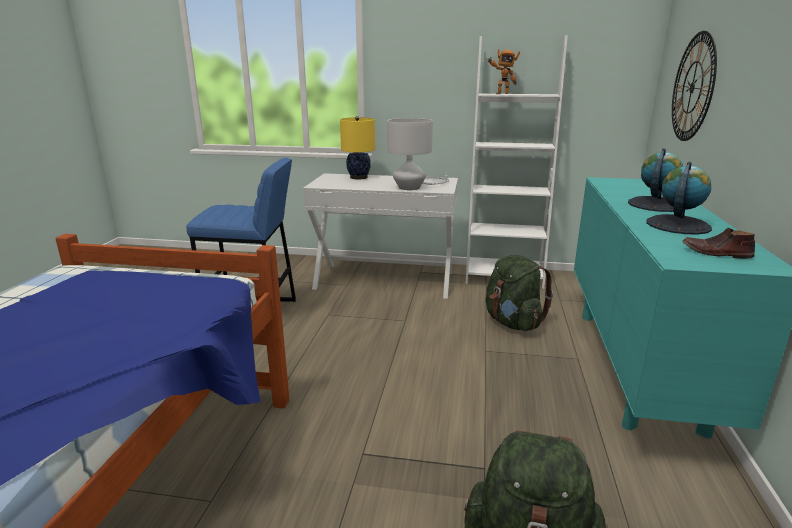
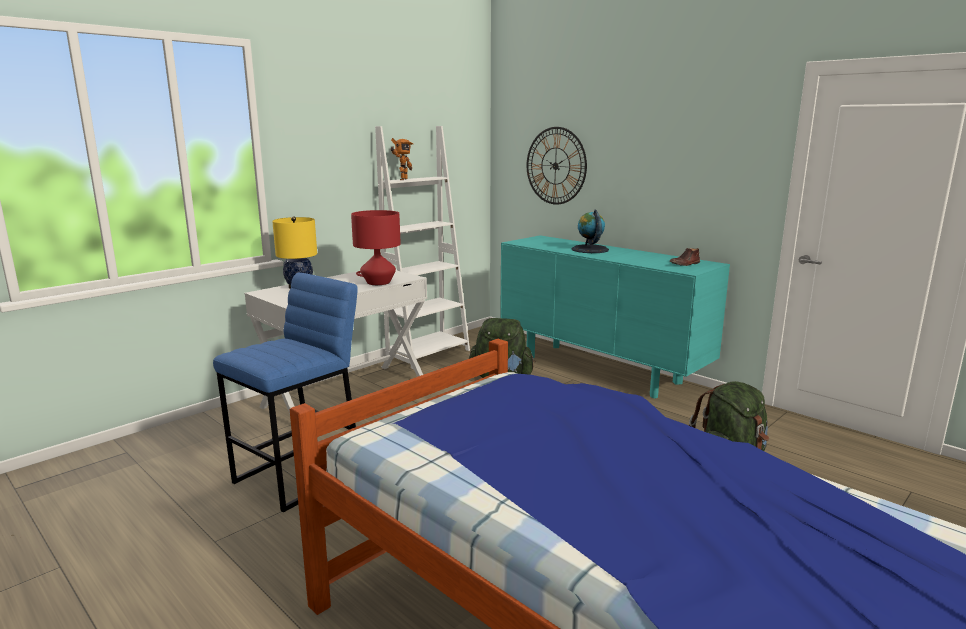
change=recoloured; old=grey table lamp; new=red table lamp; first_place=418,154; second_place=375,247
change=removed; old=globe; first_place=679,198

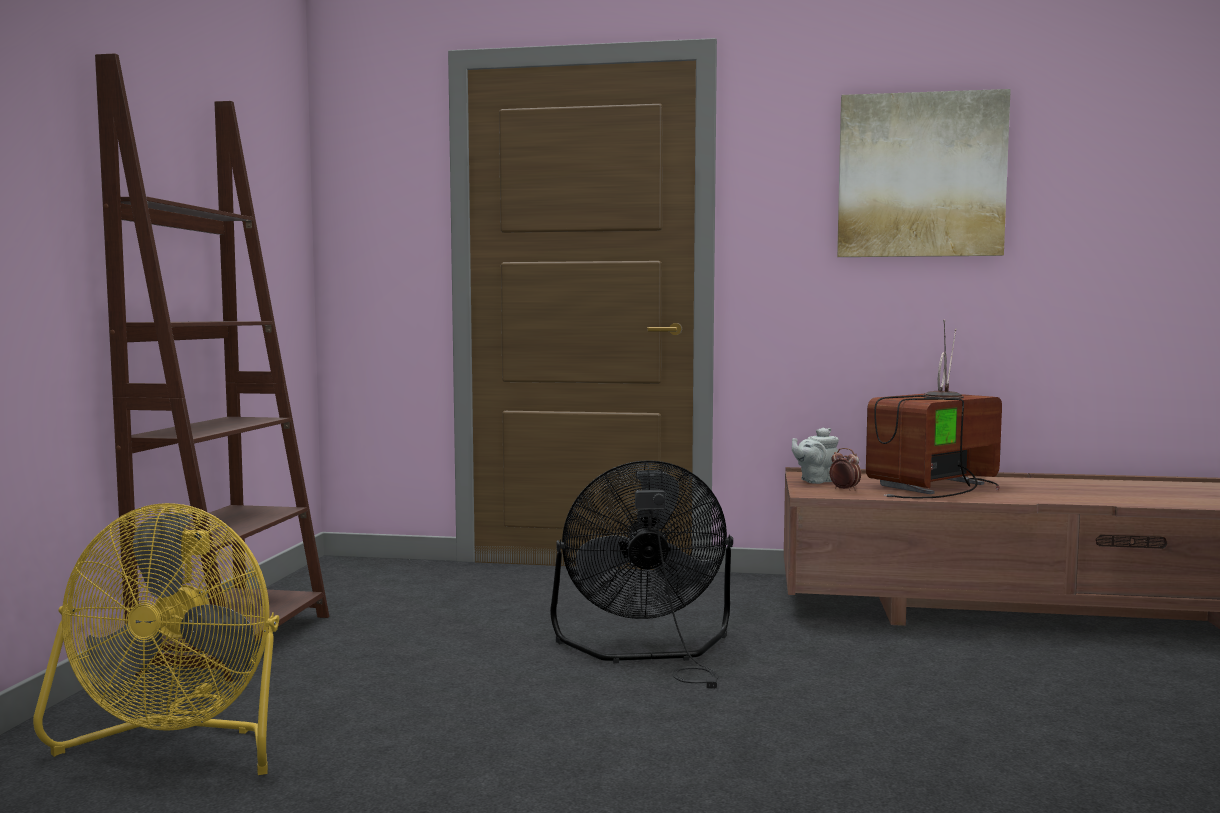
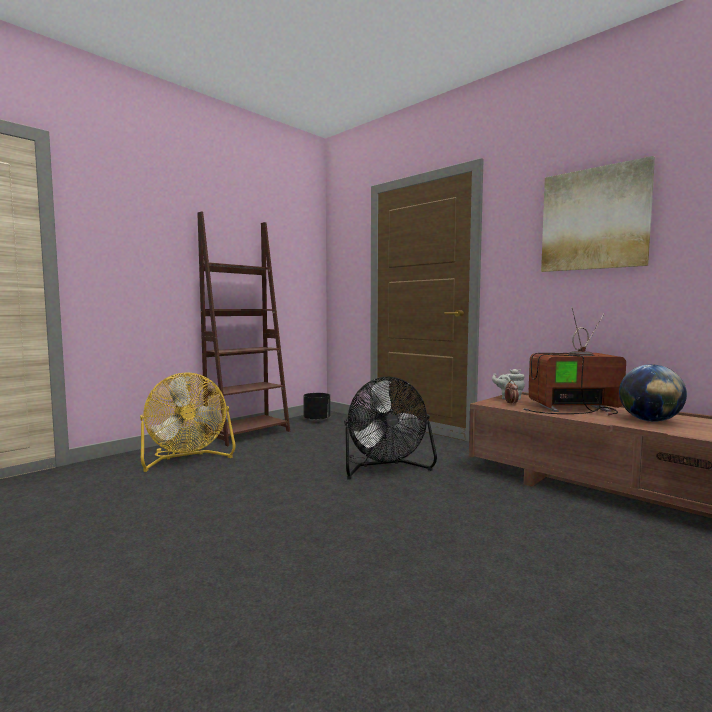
change=turned; old=yellow fan; first_place=156,639; second_place=187,422; degrees=-75
change=turned; old=black fan; first_place=641,574; second_place=390,428; degrees=135
change=added; new=black planter; second_place=316,407
change=added; new=globe; second_place=653,393

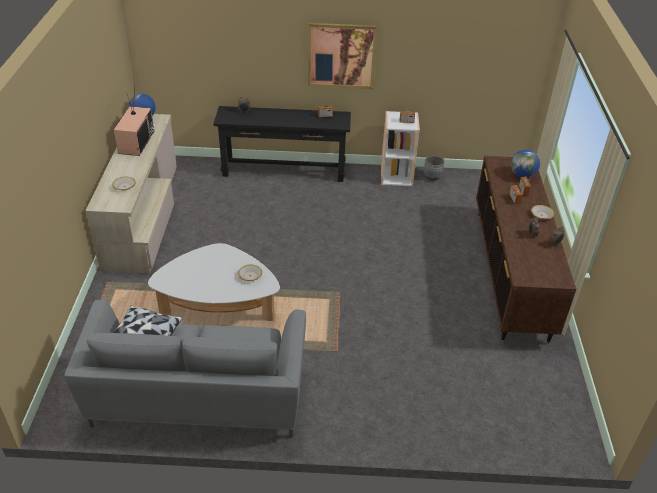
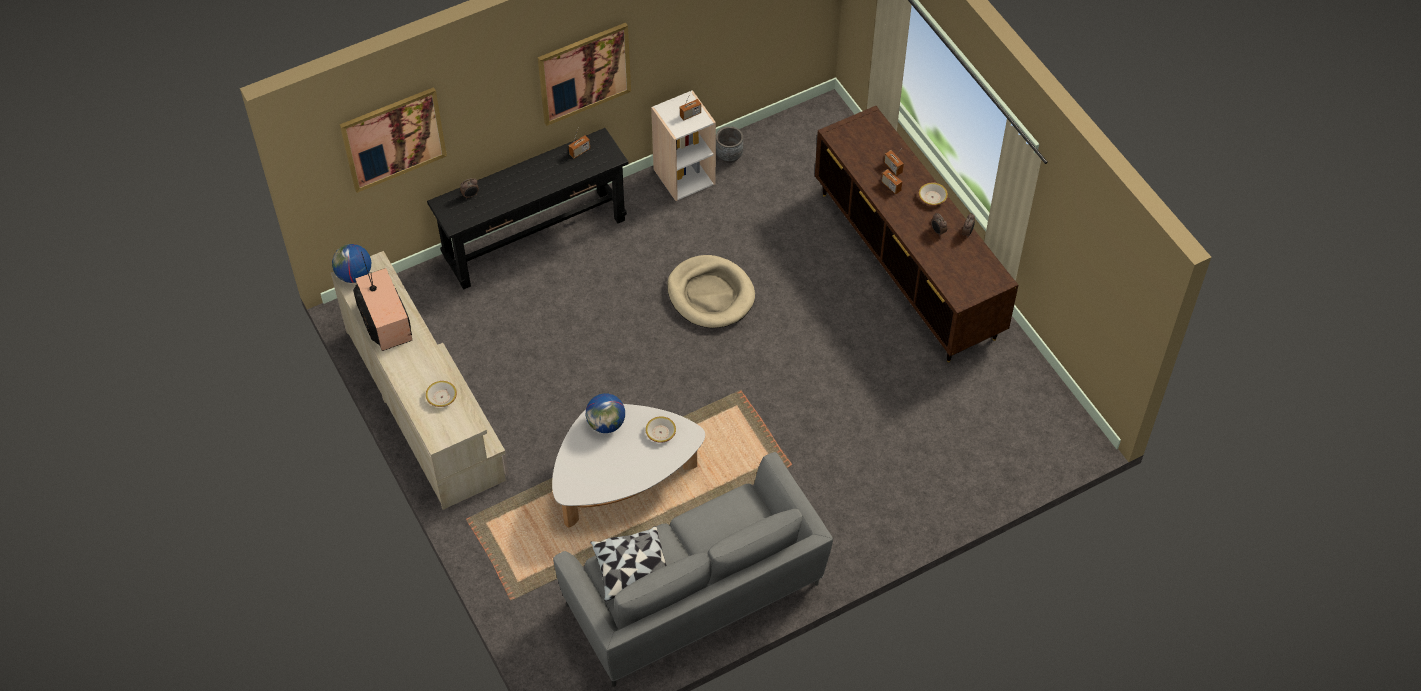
change=moved; old=globe; first_place=525,164; second_place=605,413
change=added; new=picture; second_place=393,140
change=added; new=beige dog bed; second_place=711,291

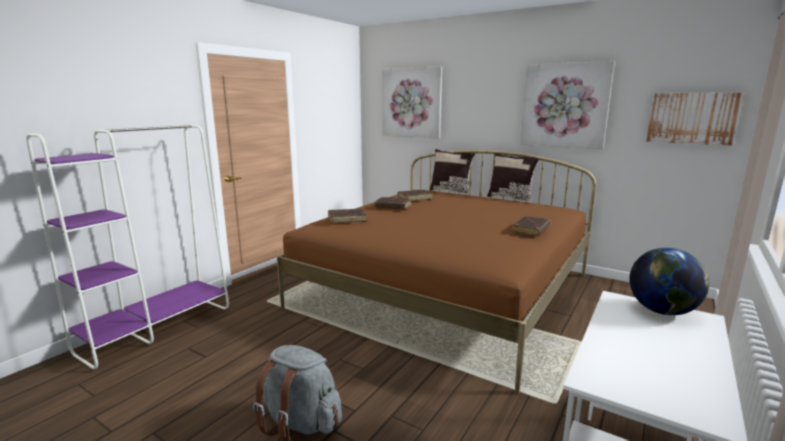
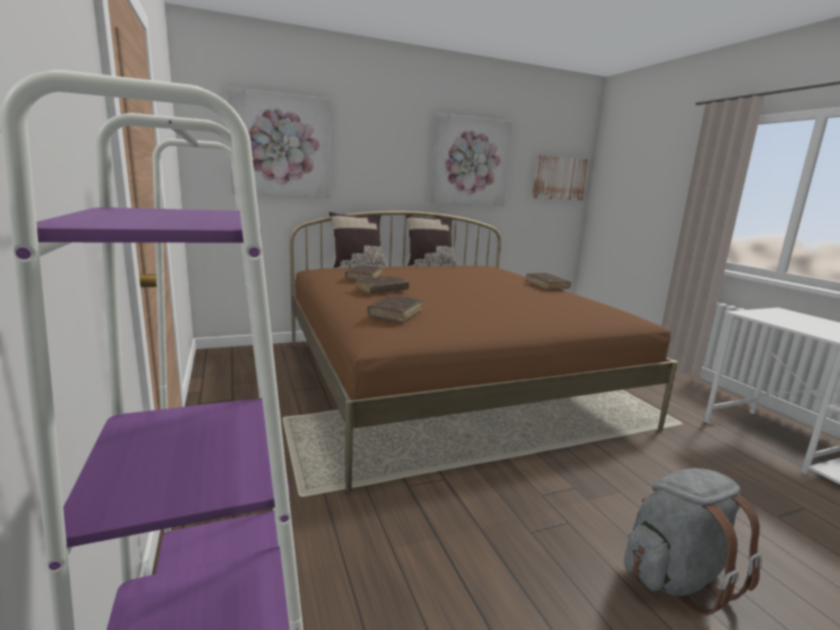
change=removed; old=globe; first_place=669,281

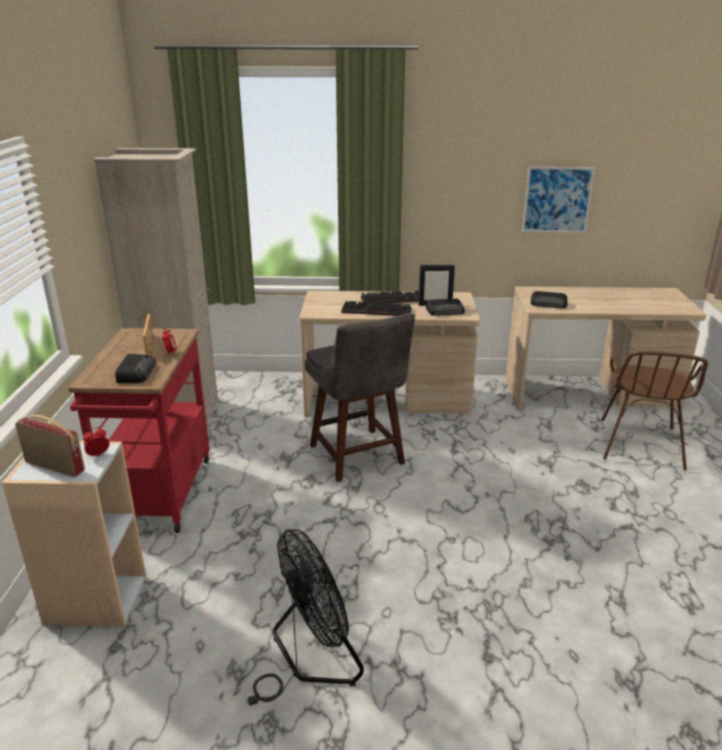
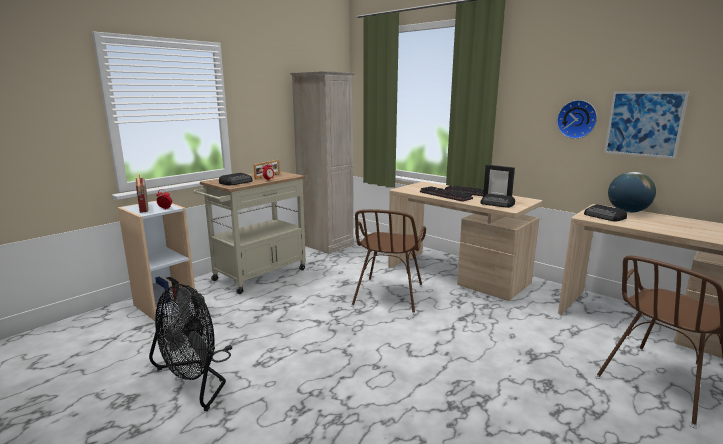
change=recoloured; old=red cart; new=beige cart; first_place=139,430; second_place=250,232
change=turned; old=black fan; first_place=304,617; second_place=190,347; degrees=120
change=replaced; old=grey stool; new=brown chair; first_place=360,397; second_place=388,262
change=added; new=wall clock; second_place=577,119
change=added; new=globe; second_place=632,192

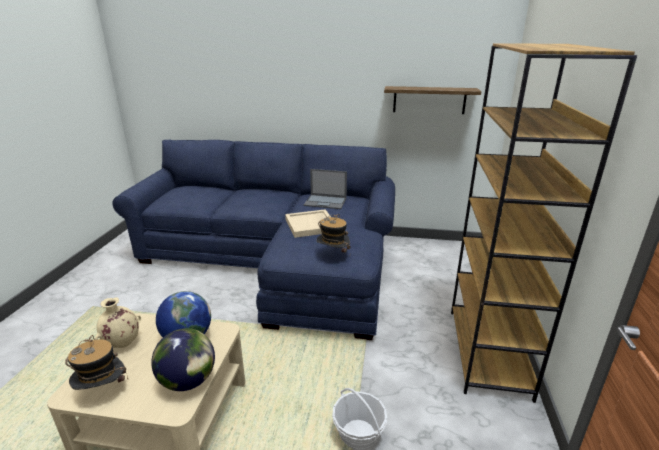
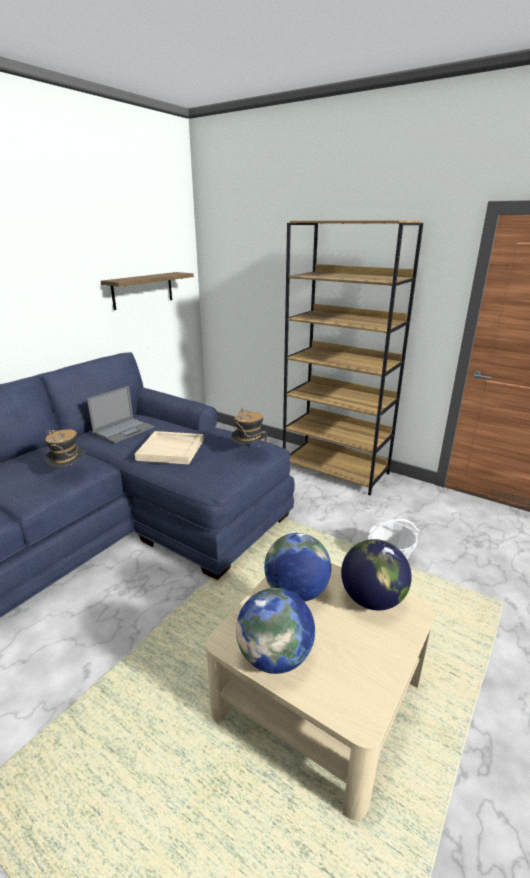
change=moved; old=hat; first_place=96,362; second_place=65,448
change=replaced; old=beige vase; new=globe; first_place=118,323; second_place=275,631

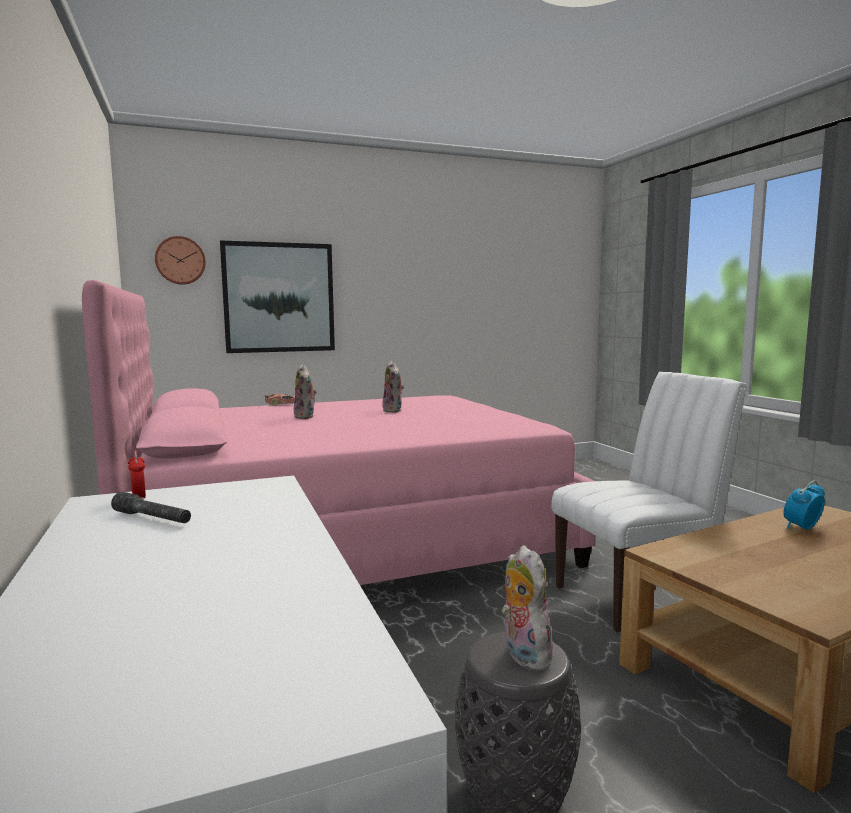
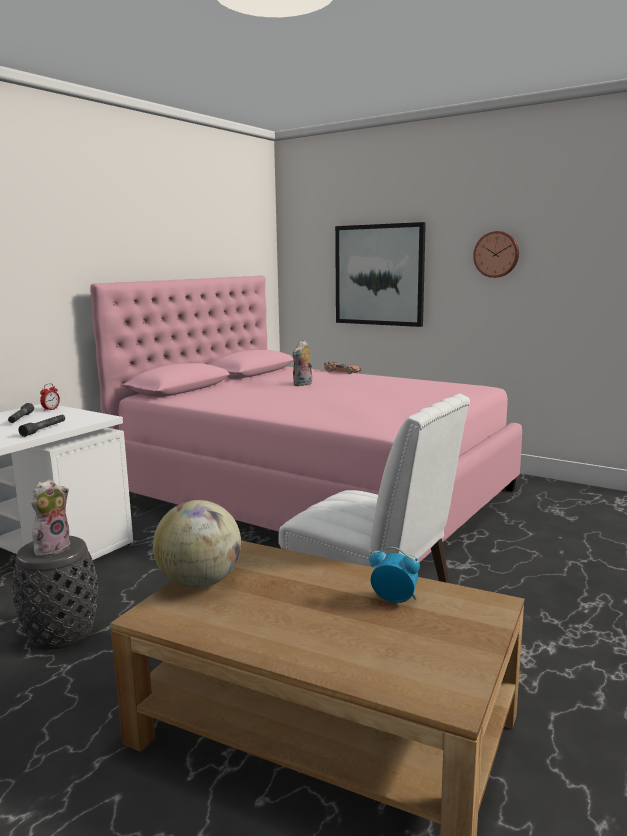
change=moved; old=wall clock; first_place=180,260; second_place=496,254
change=removed; old=plush toy; first_place=393,387
change=added; new=grey flashlight; second_place=41,426
change=added; new=globe; second_place=197,544

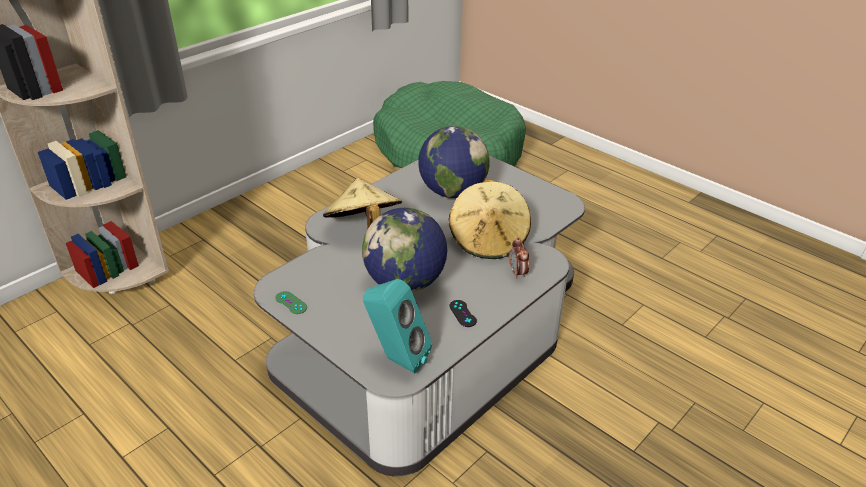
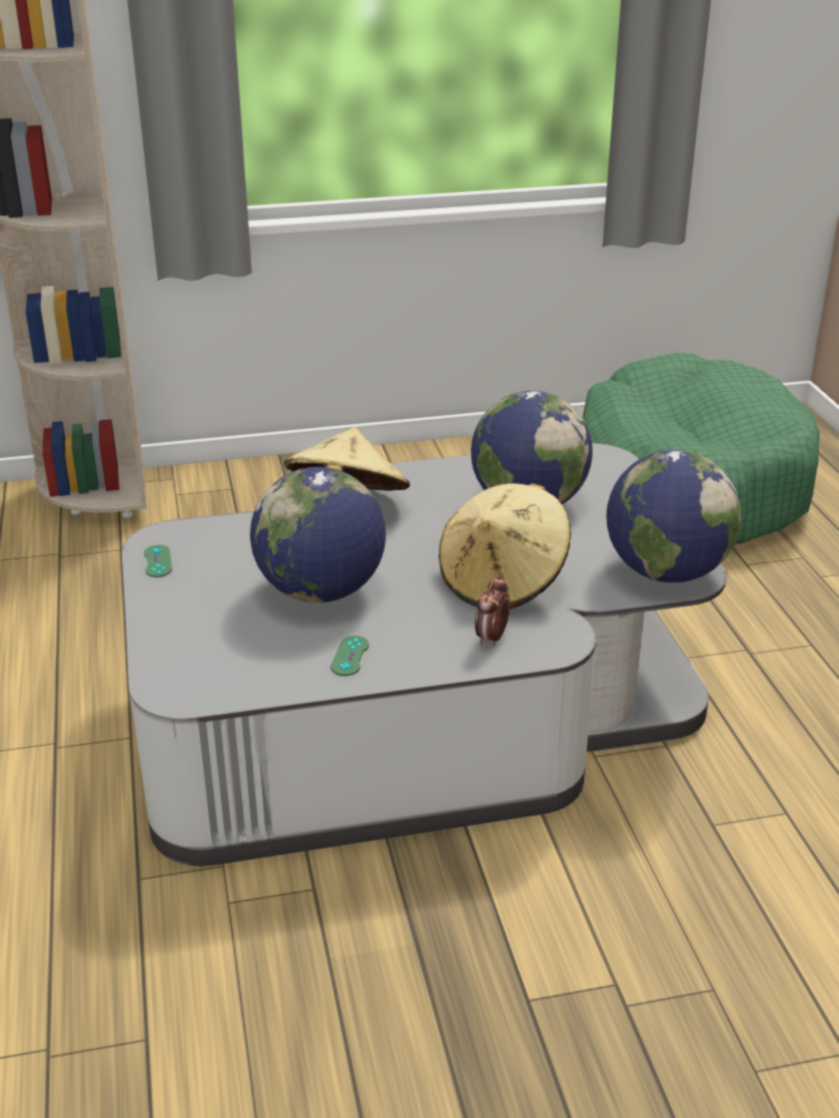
change=removed; old=turquoise speaker; first_place=397,326
change=recoloured; old=black game controller; new=green game controller; first_place=463,313; second_place=350,656
change=added; new=globe; second_place=673,516

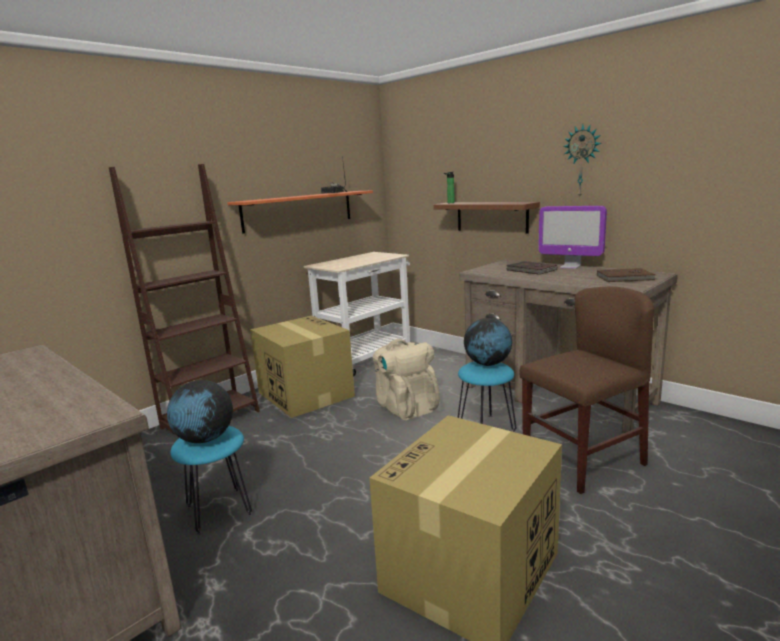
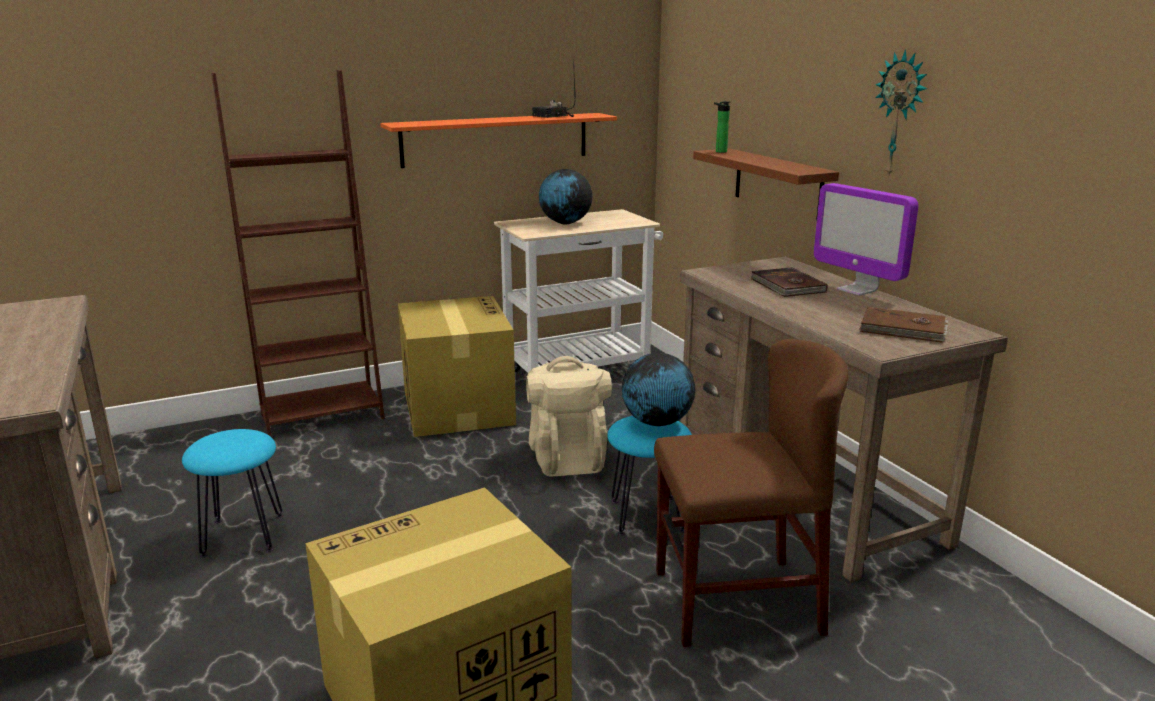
change=moved; old=globe; first_place=200,411; second_place=565,196

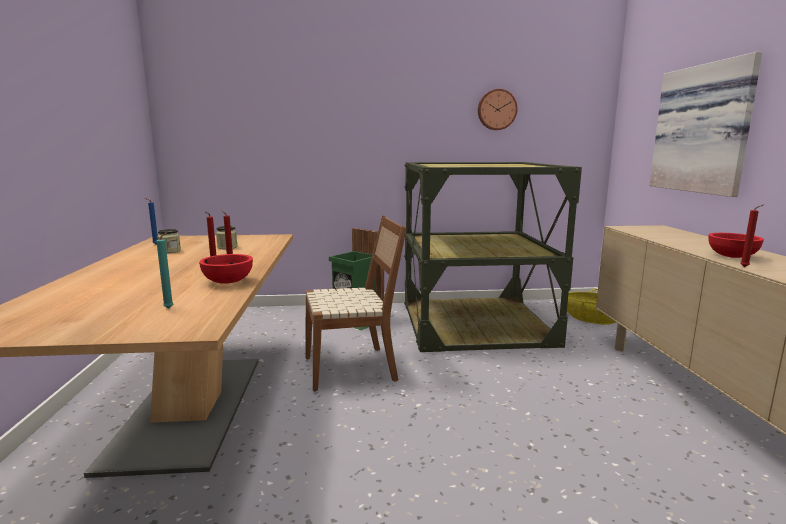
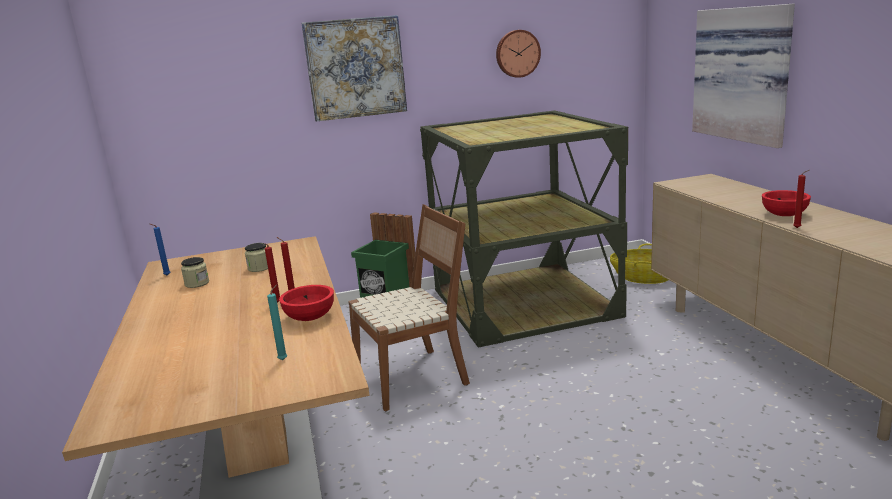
change=added; new=picture; second_place=354,68

